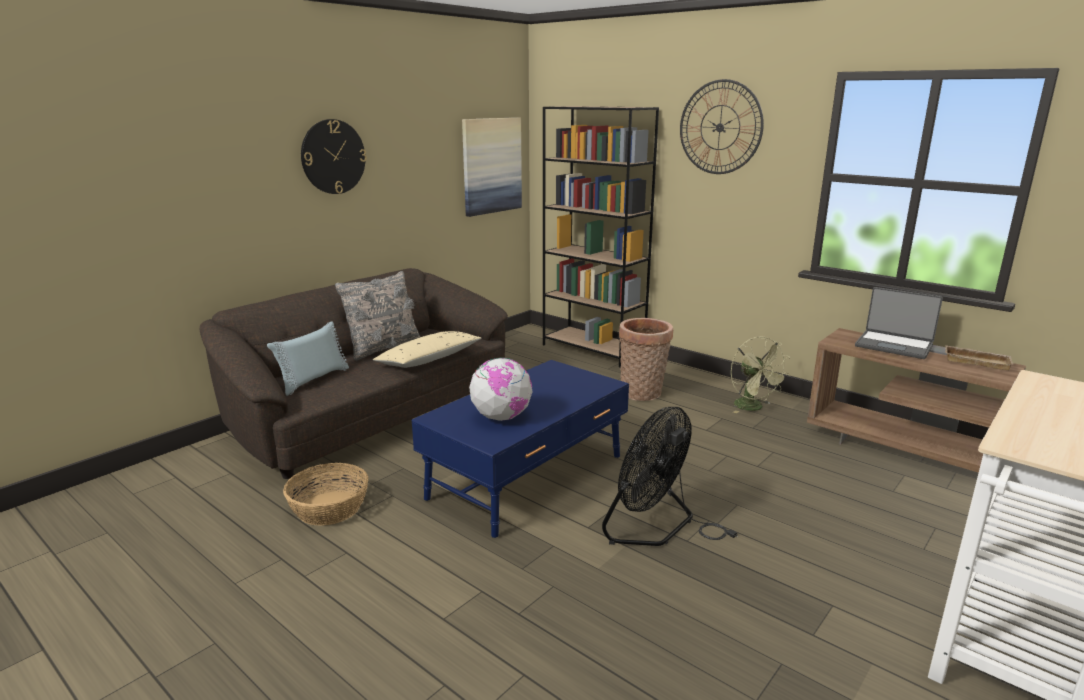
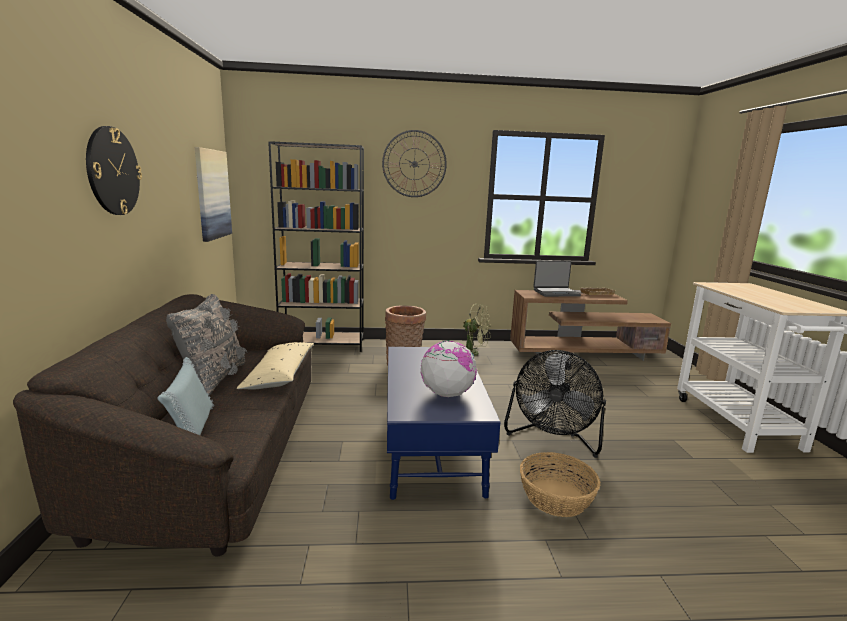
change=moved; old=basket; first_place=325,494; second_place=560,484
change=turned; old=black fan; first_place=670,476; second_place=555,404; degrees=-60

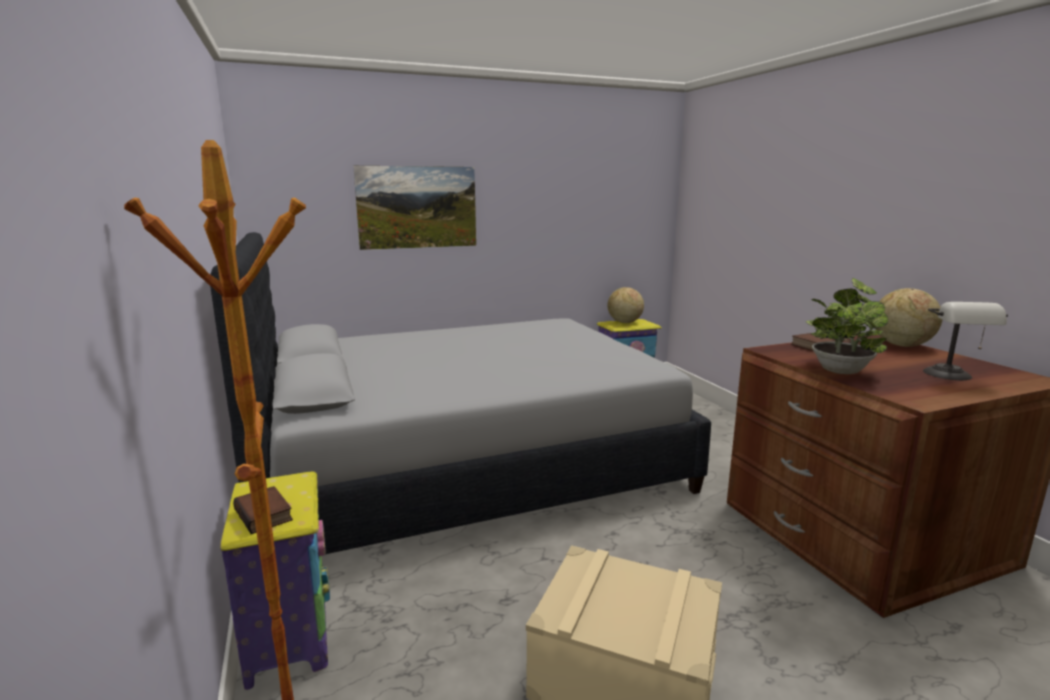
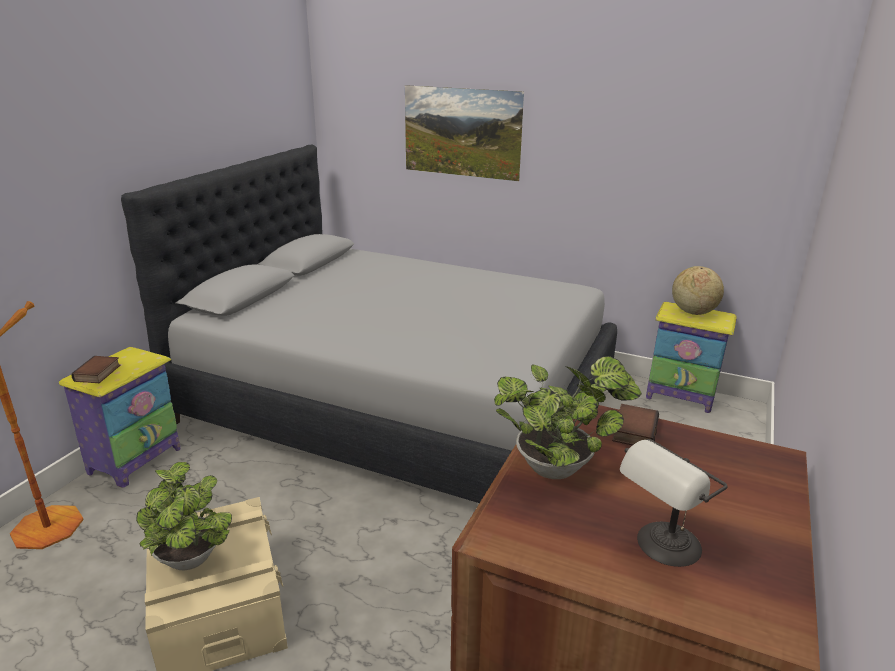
change=removed; old=globe; first_place=909,317
change=added; new=potted plant; second_place=184,516

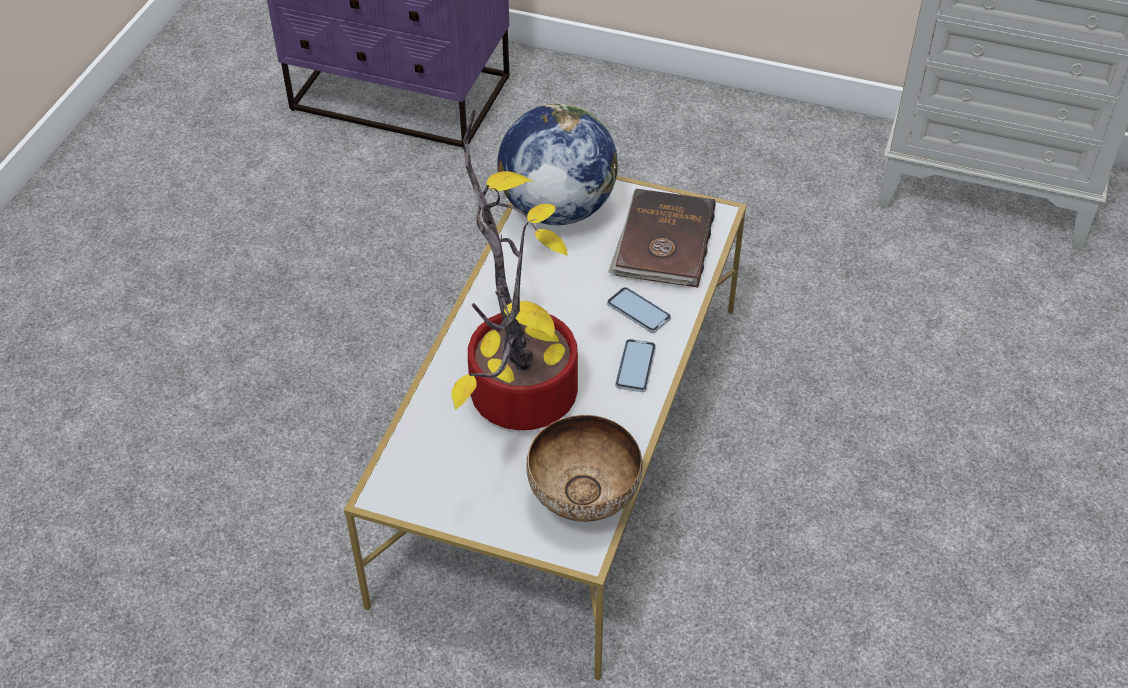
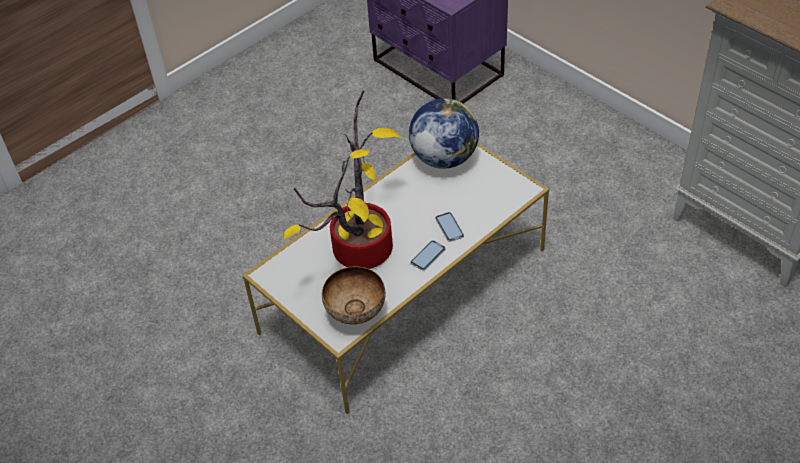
change=removed; old=brown book; first_place=662,238

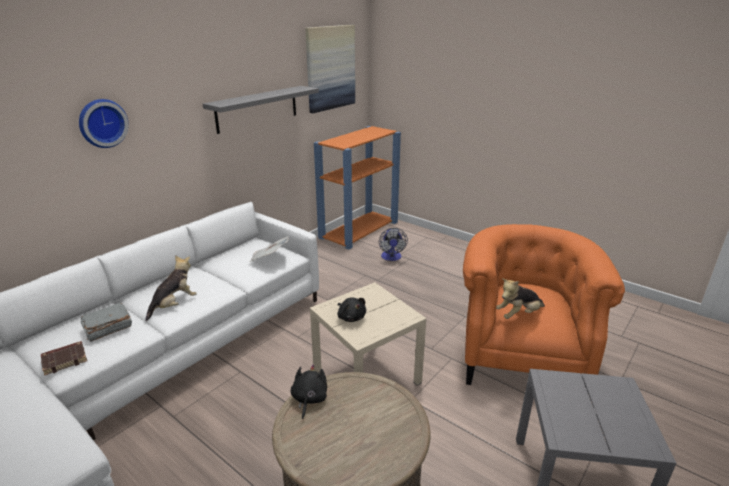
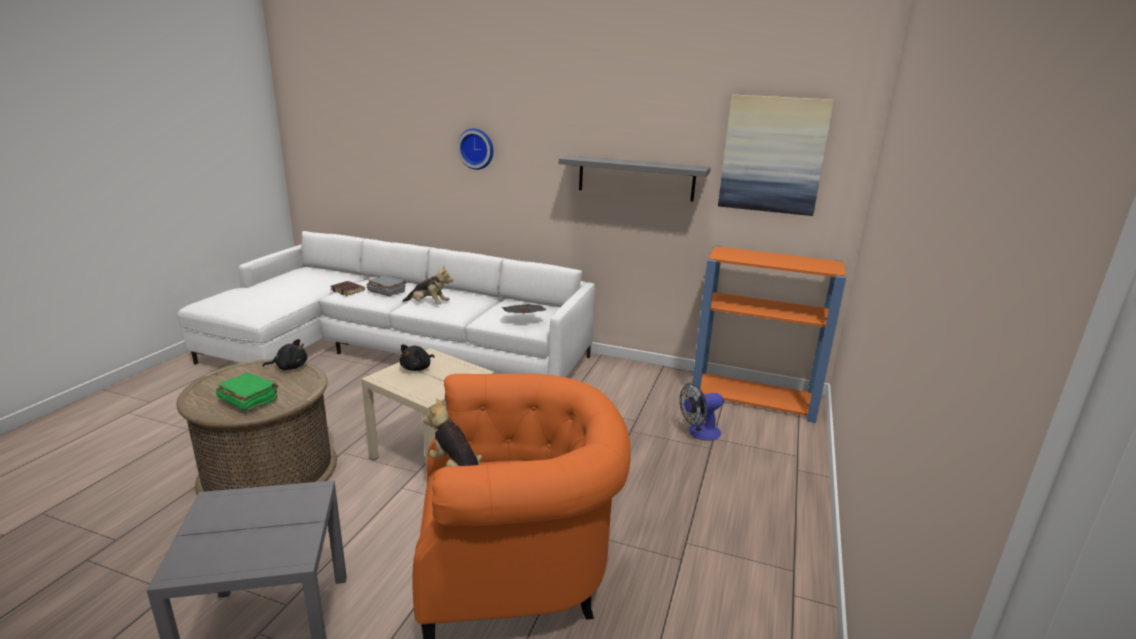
change=added; new=green book; second_place=247,392

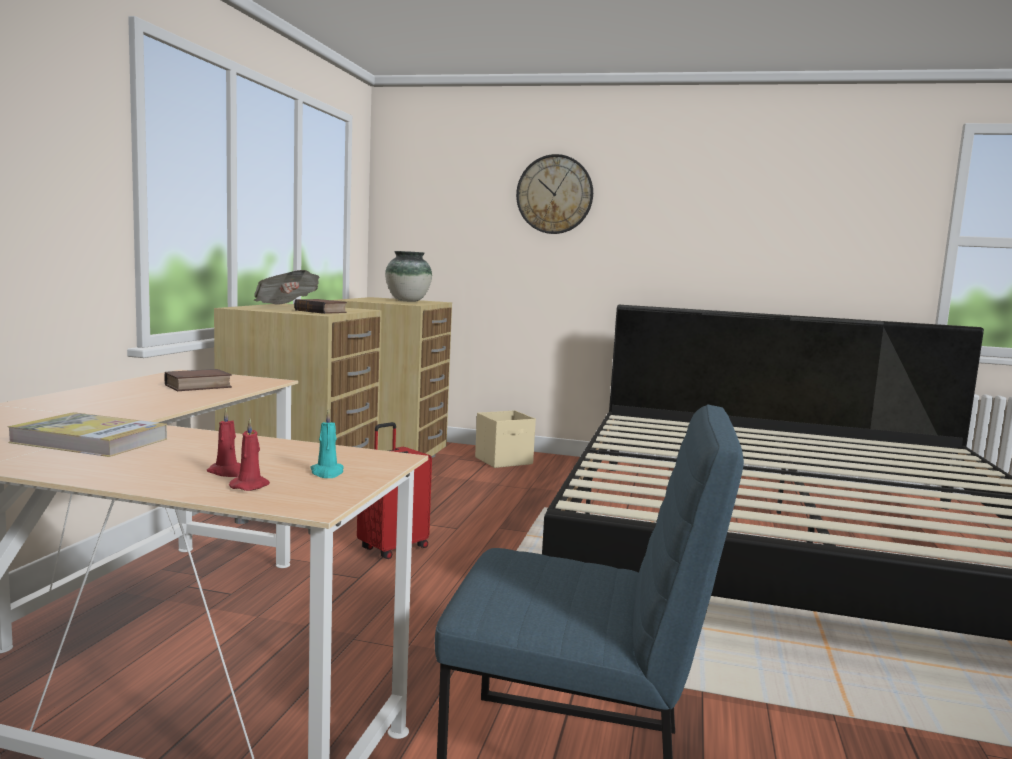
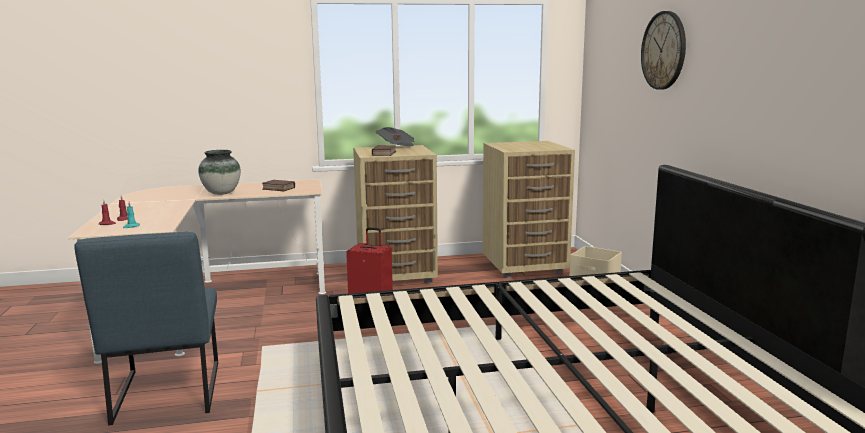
change=removed; old=book; first_place=87,434
change=moved; old=vase; first_place=408,276; second_place=219,172

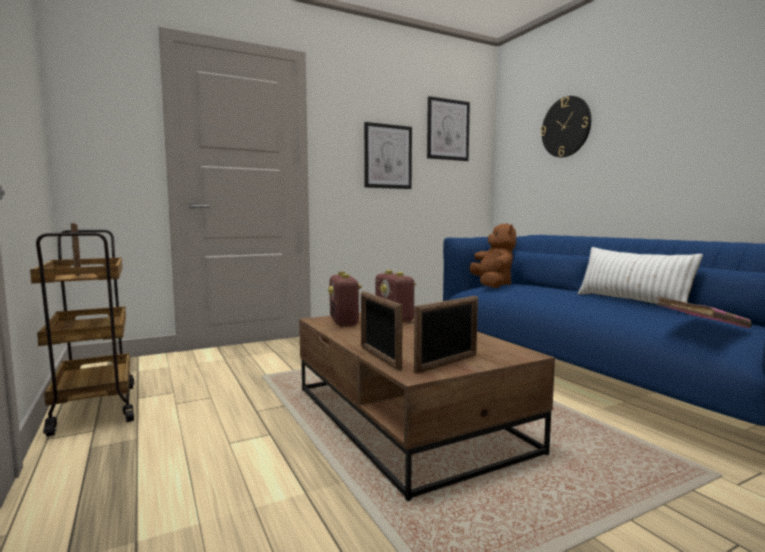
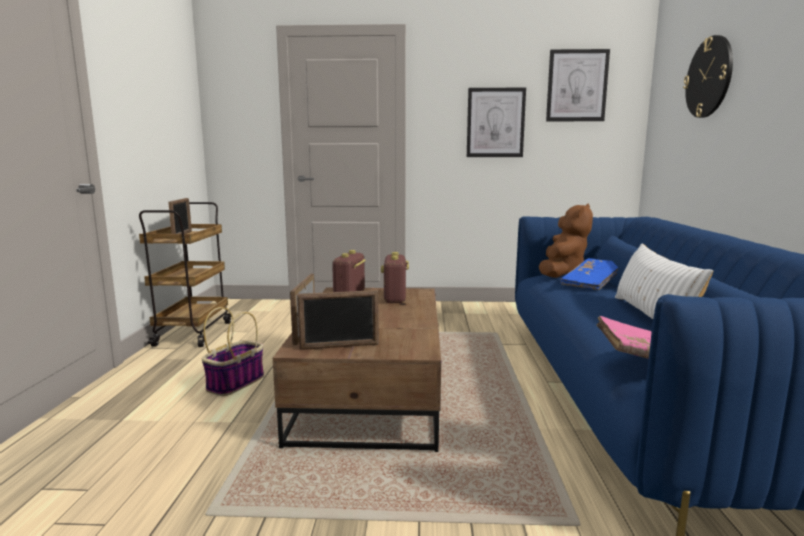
change=added; new=basket; second_place=232,351
change=added; new=blue book; second_place=589,274

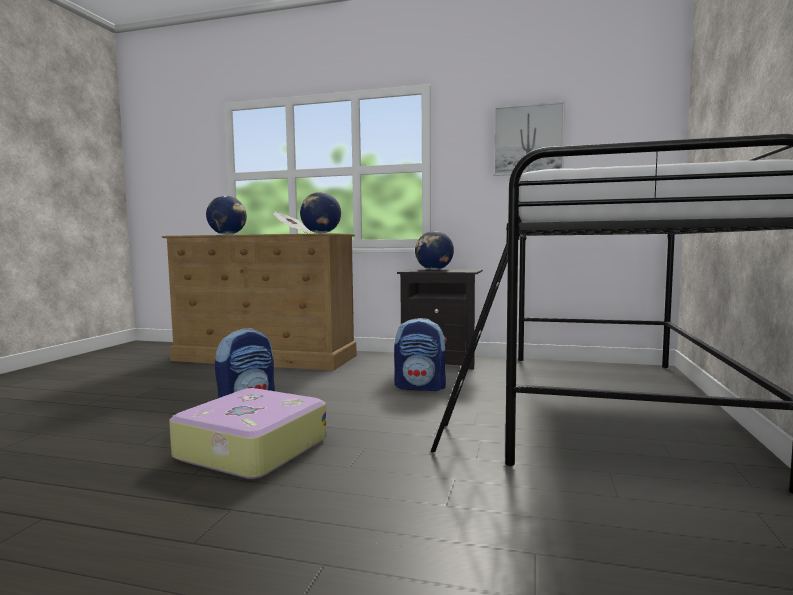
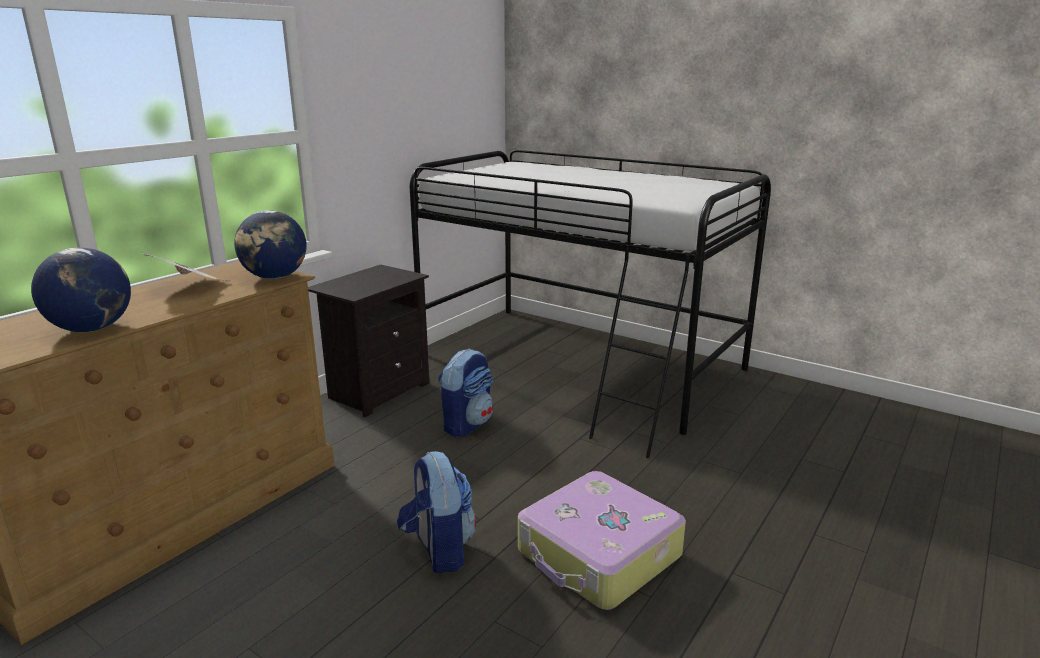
change=removed; old=globe; first_place=434,250
change=removed; old=picture; first_place=529,138

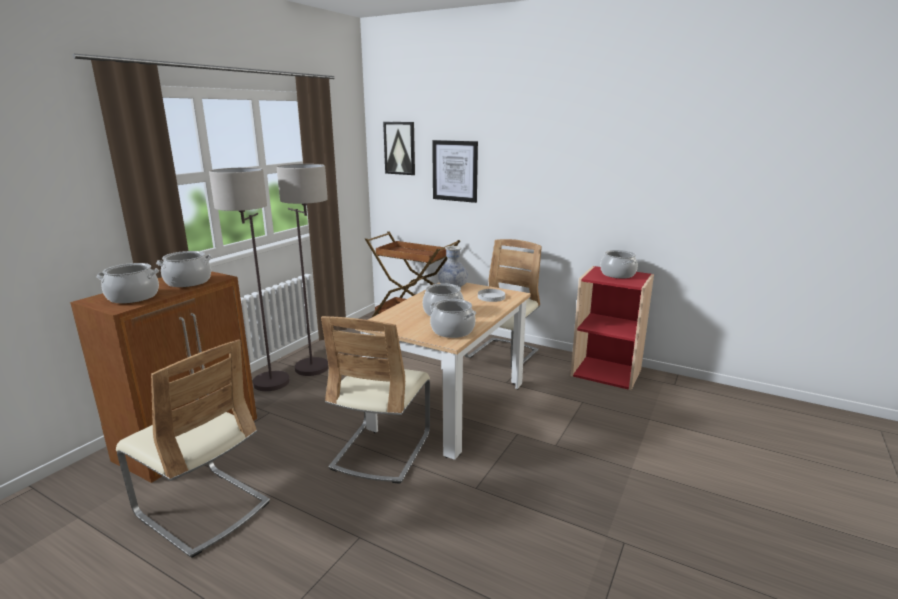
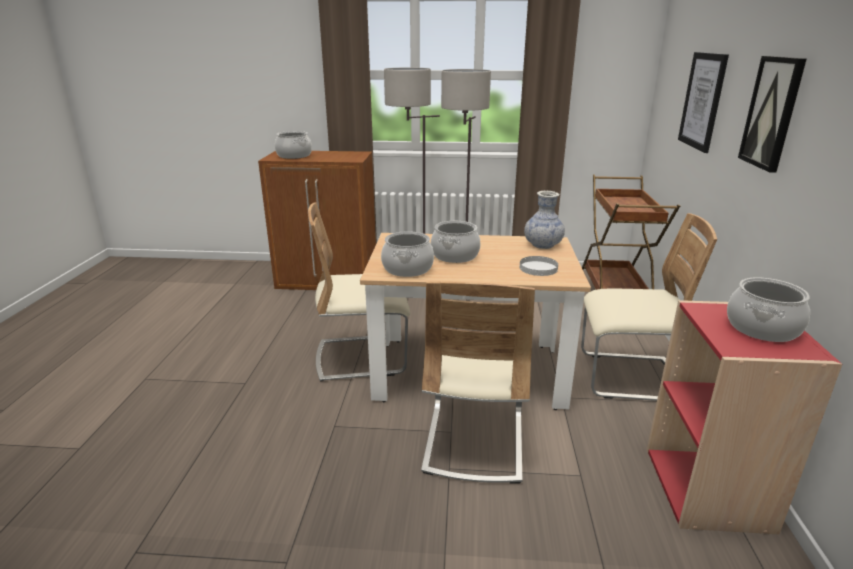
change=moved; old=beige chair; first_place=193,448; second_place=478,382
change=removed; old=cooking pot; first_place=184,269
change=moved; old=picture; first_place=399,148; second_place=772,114

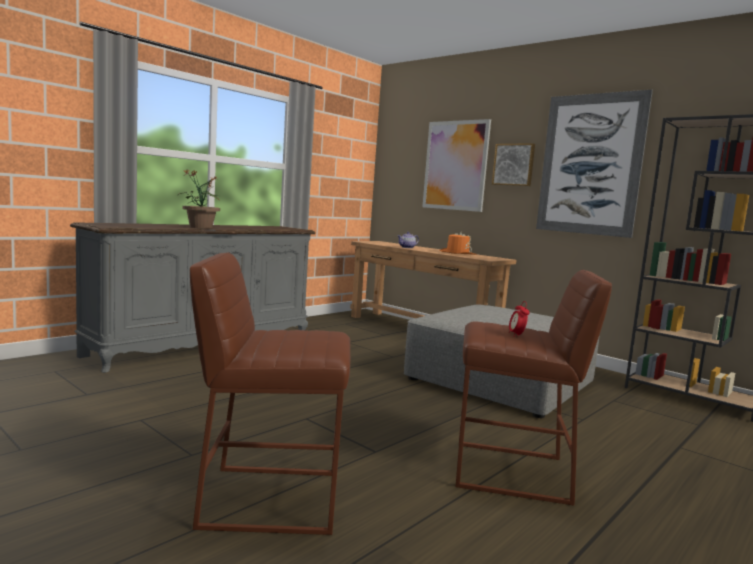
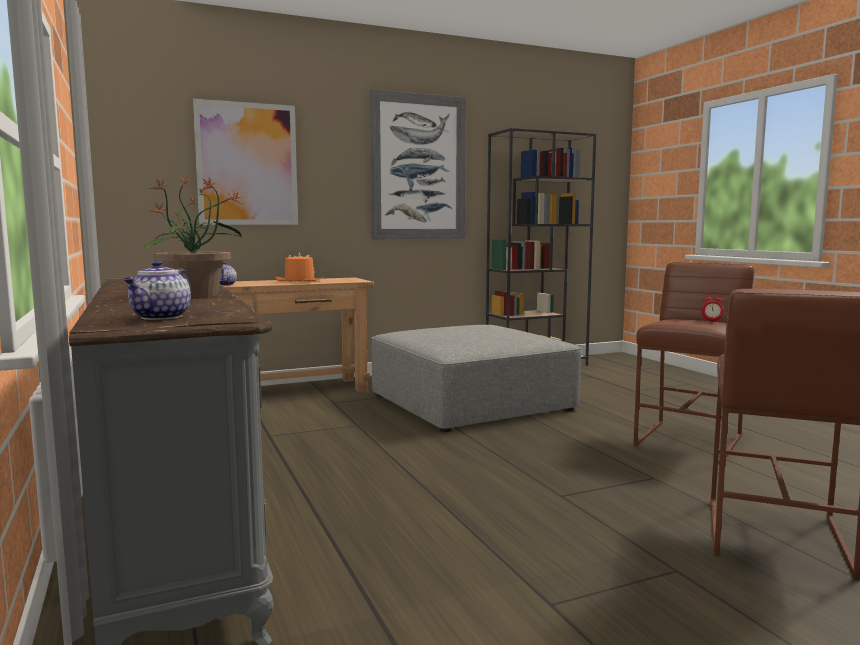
change=removed; old=picture; first_place=513,164
change=added; new=teapot; second_place=157,290

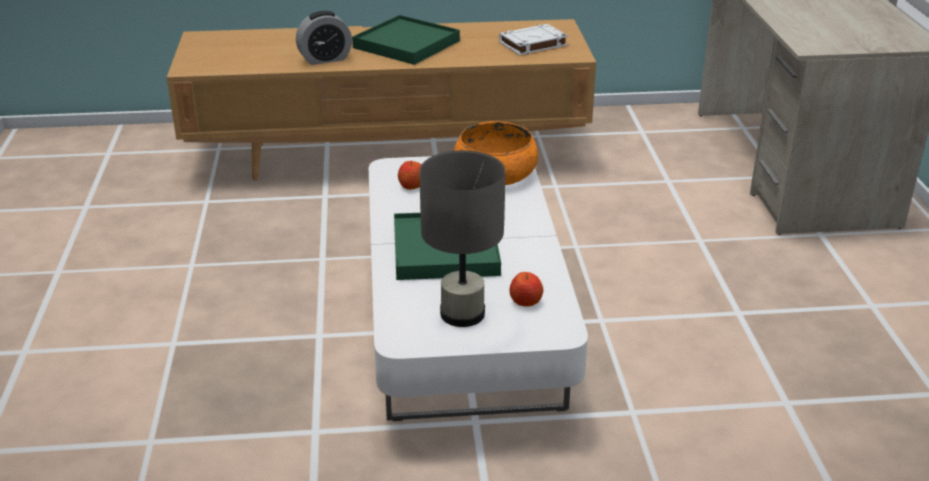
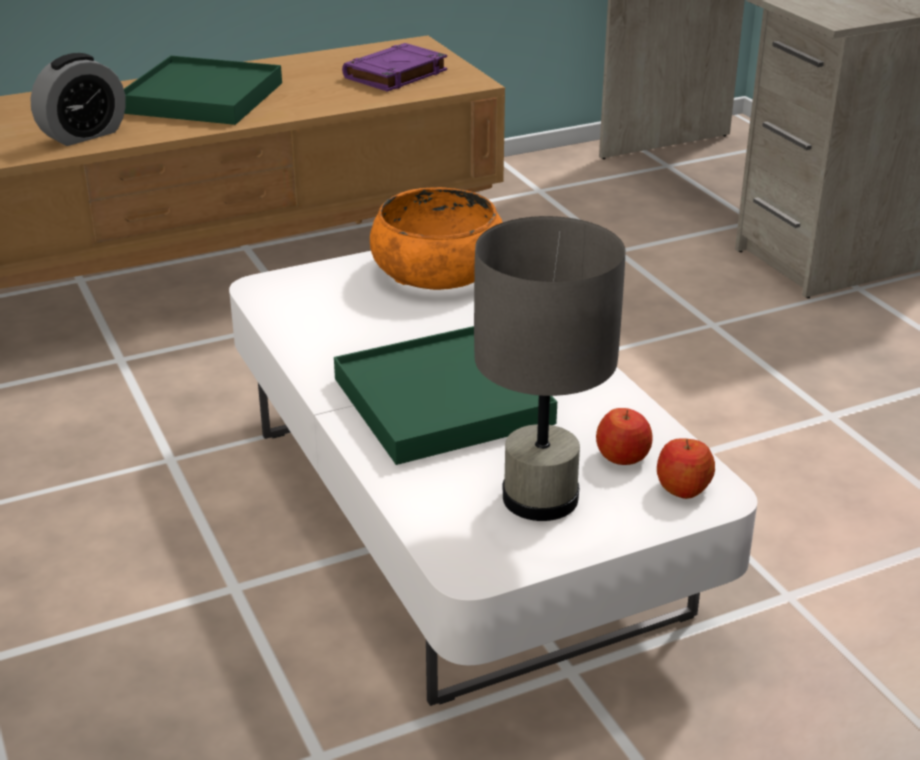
change=moved; old=apple; first_place=409,175; second_place=686,468
change=recoloured; old=white book; new=purple book; first_place=533,39; second_place=394,67

